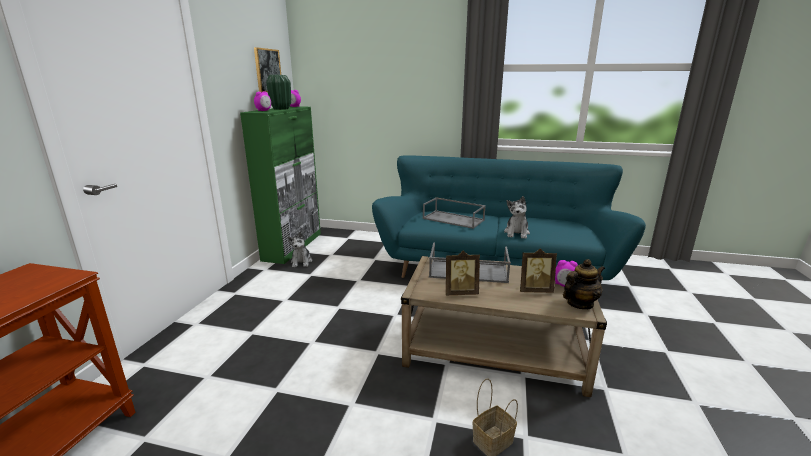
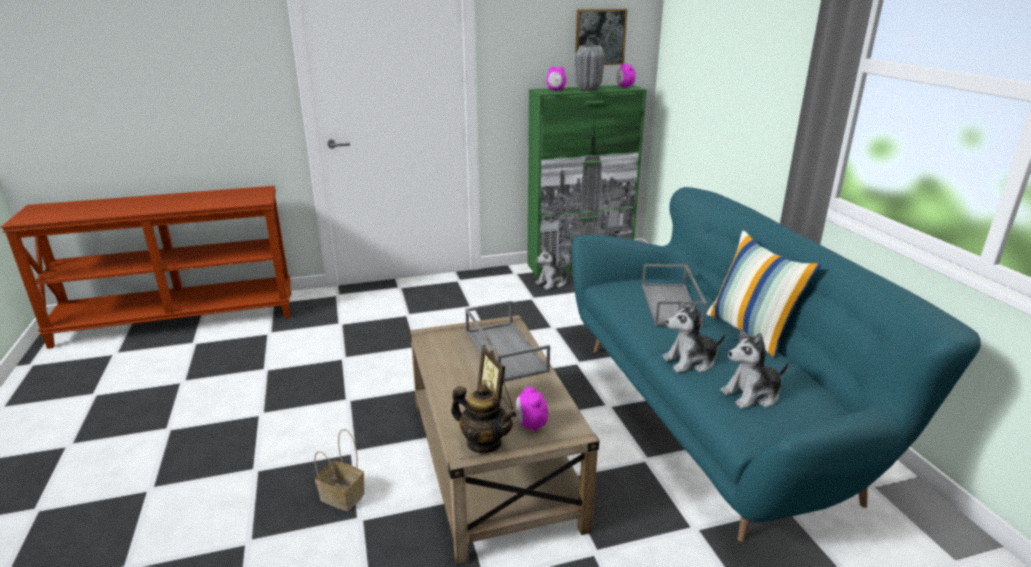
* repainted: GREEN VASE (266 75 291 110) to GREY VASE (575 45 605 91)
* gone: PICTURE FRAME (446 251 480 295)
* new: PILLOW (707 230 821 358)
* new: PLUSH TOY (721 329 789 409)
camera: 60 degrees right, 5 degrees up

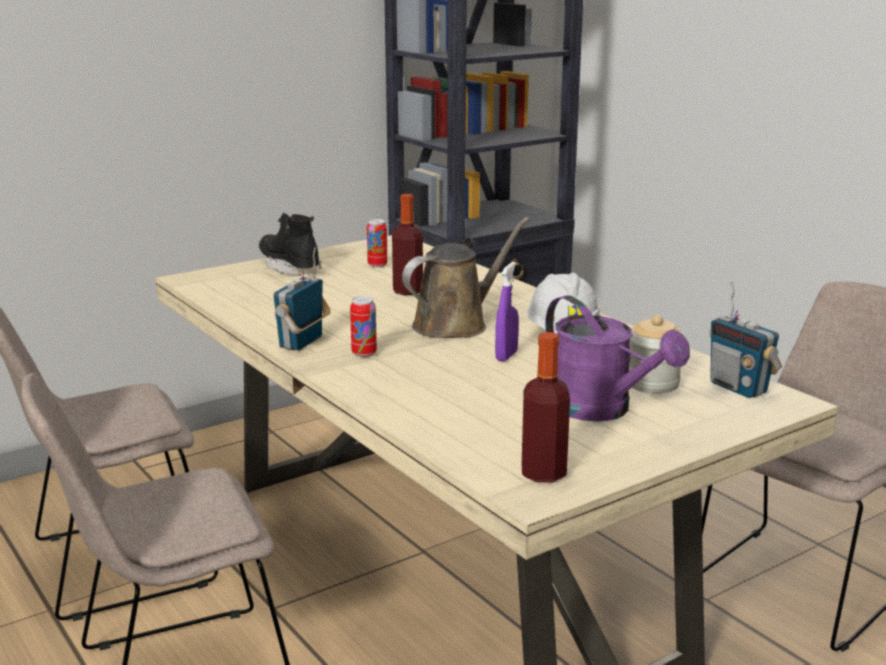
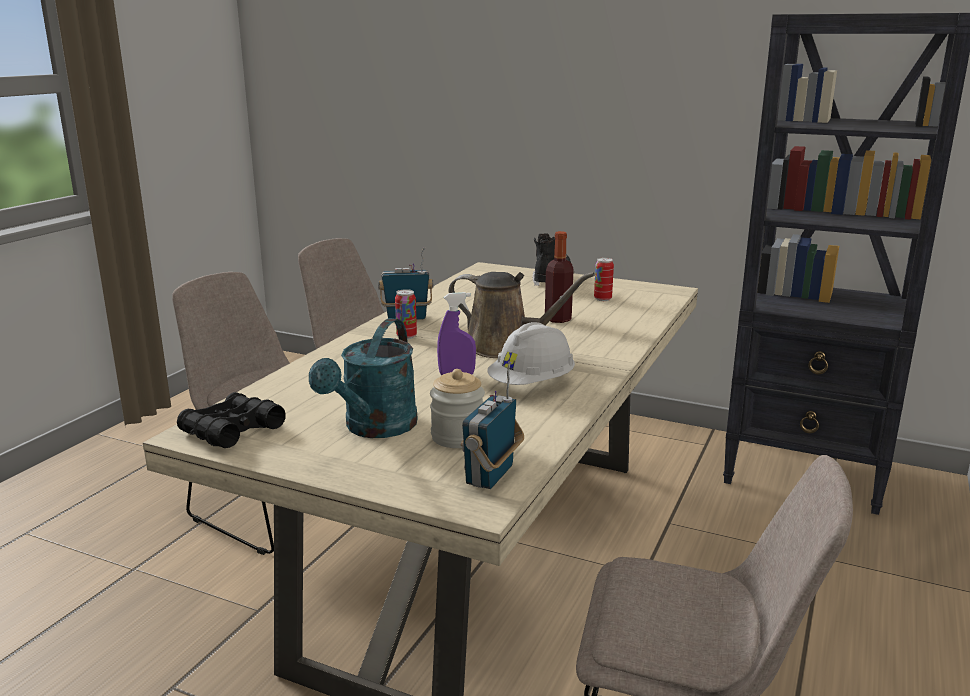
* repainted: PURPLE WATERING CAN (545 295 690 421) to TURQUOISE WATERING CAN (309 318 418 438)
* swapped: BOTTLE (521 332 570 482) to BLACK BINOCULARS (177 392 286 448)
camera: 60 degrees right, 0 degrees up

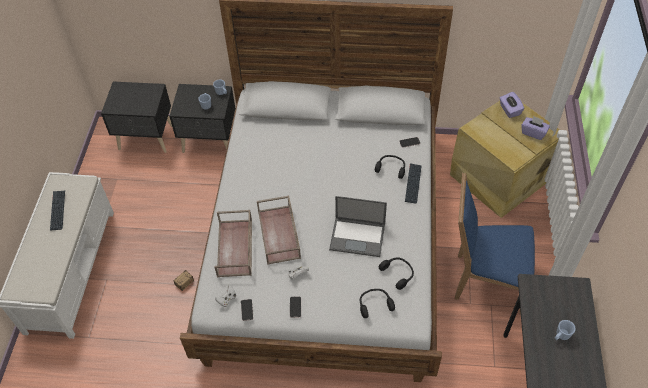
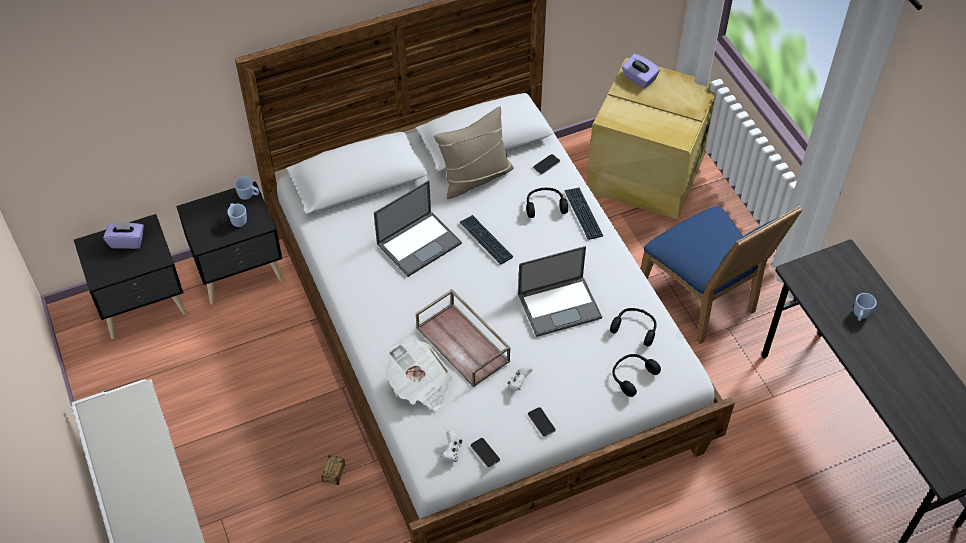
* shifted: PURPLE TISSUE BOX (522 116 550 140) to (103 221 144 249)
* rotated: BLUE CHAIR (455 172 535 315) = (640 206 803 344) 105 degrees counterclockwise
* shifted: KEYBOARD (50 190 65 231) to (460 215 513 265)
* swapped: BROWN TRAY (215 210 252 277) to NEWSPAPER (385 340 452 411)
* new: BEIGE PILLOW (434 106 514 199)
* new: LAPTOP (374 180 462 277)
camera: 30 degrees left, 0 degrees up

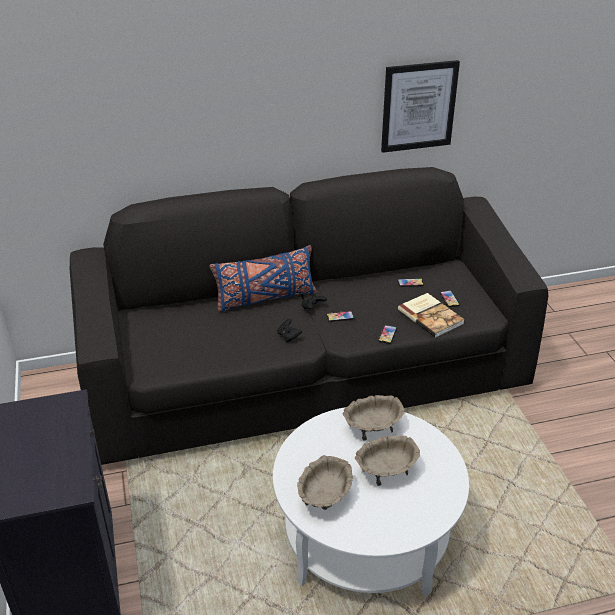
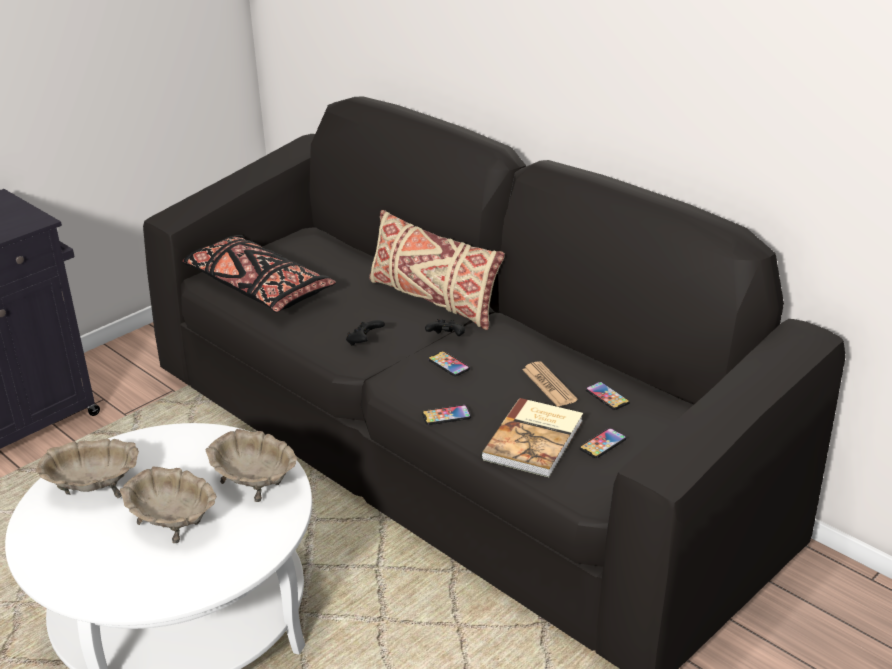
* gone: PICTURE (381 60 460 153)
* repainted: BLUE PILLOW (209 245 317 312) to BEIGE PILLOW (369 210 505 330)
* new: BLACK PILLOW (183 235 336 313)
* new: NEWSPAPER (522 361 578 407)
camera: 60 degrees right, 5 degrees down

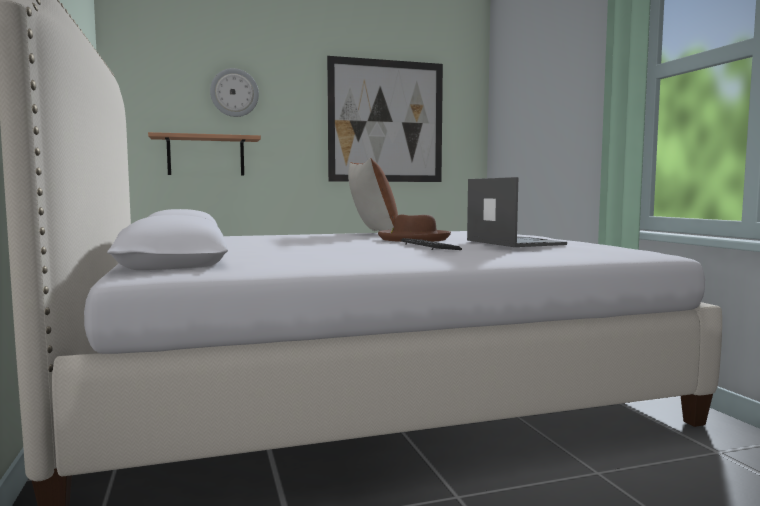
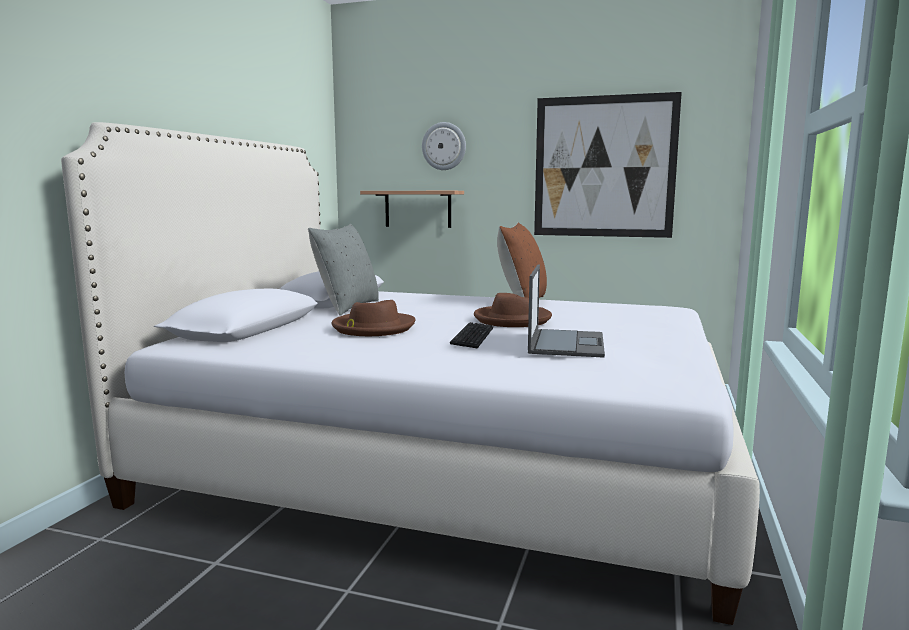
* new: GREY PILLOW (308 224 379 316)
* new: BROWN HAT (332 300 416 336)
camera: 35 degrees right, 5 degrees up

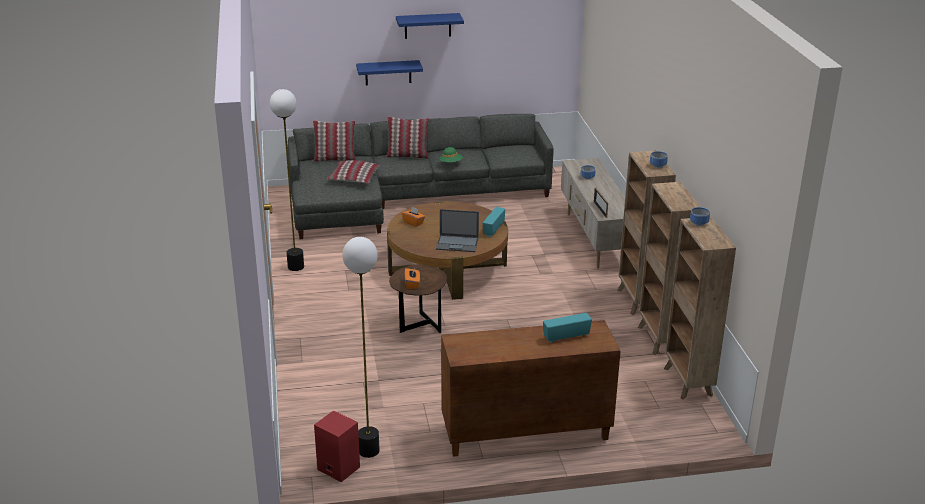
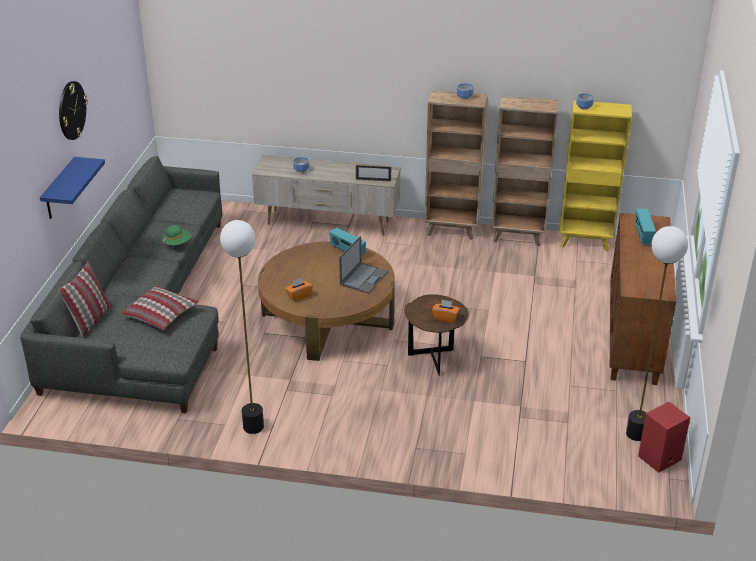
* swapped: BLUE SHELF (396 13 464 39) to WALL CLOCK (59 81 88 140)
* gone: PILLOW (386 117 429 159)
* repainted: BROWN BOOKCASE (664 217 736 400) to YELLOW BOOKCASE (560 100 632 252)
camera: 70 degrees left, 5 degrees up

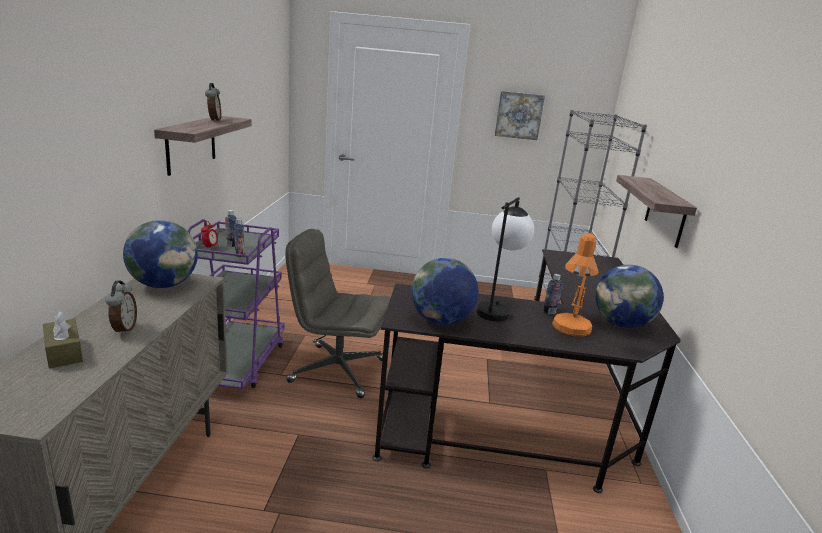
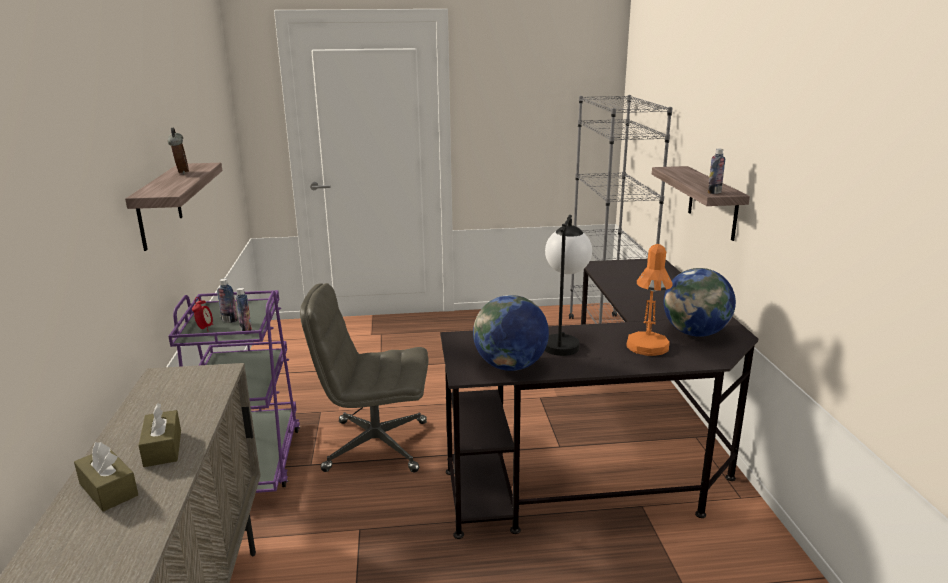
* gone: PICTURE (495 91 545 140)
* gone: GLOBE (123 220 198 288)
* shifted: BOTTLE (543 274 563 314) to (708 149 725 194)
* swapped: ALARM CLOCK (106 280 137 336) to BROWN TISSUE BOX (139 403 181 467)
camera: 10 degrees left, 0 degrees up

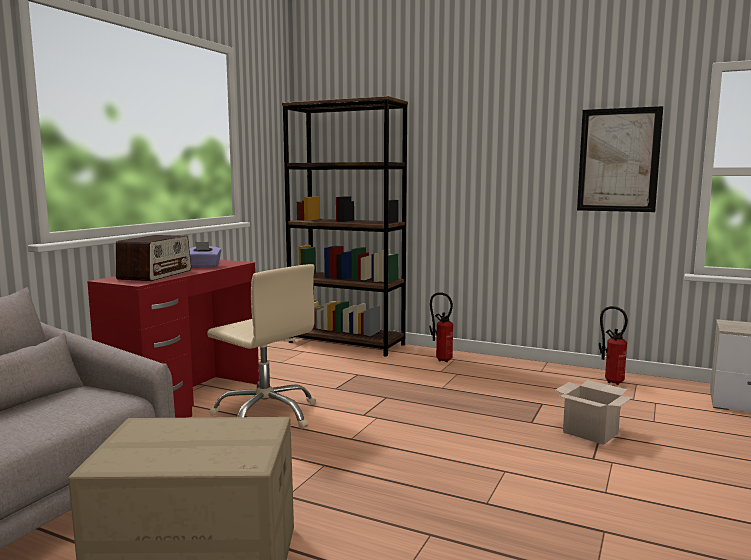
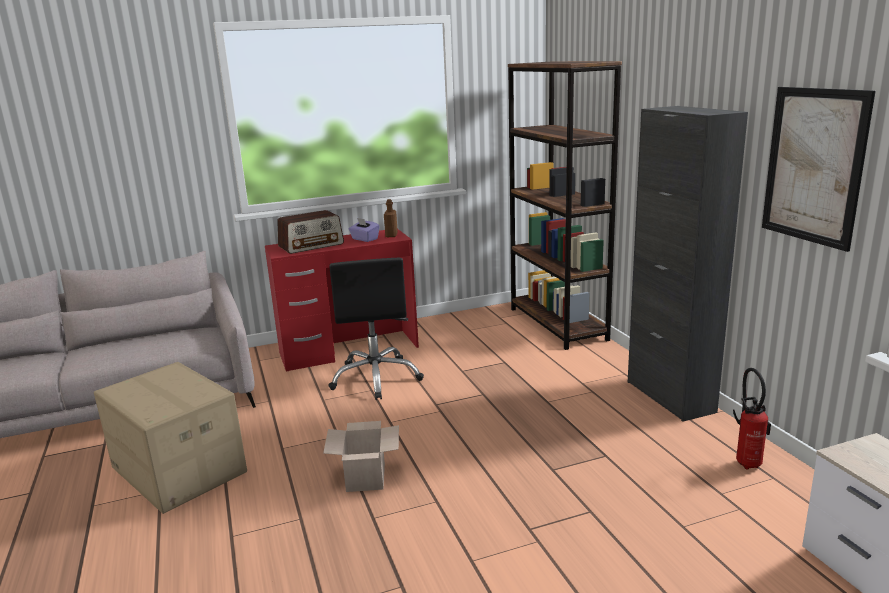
* repainted: BEIGE OFFICE CHAIR (207 264 316 429) to BLACK OFFICE CHAIR (328 258 424 400)
* gone: FIRE EXTINGUISHER (429 292 453 362)
* shifted: CARDBOARD BOX (555 380 633 445) to (323 421 399 492)
* new: BLACK CABINET (628 106 748 422)
* new: BROWN BOTTLE (384 199 398 237)
camera: 45 degrees right, 10 degrees up

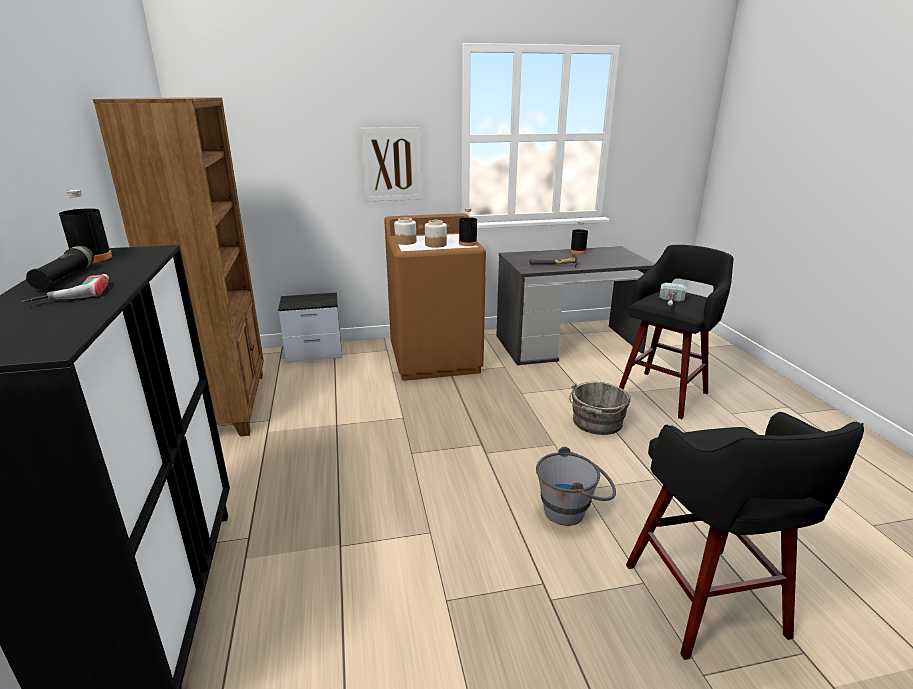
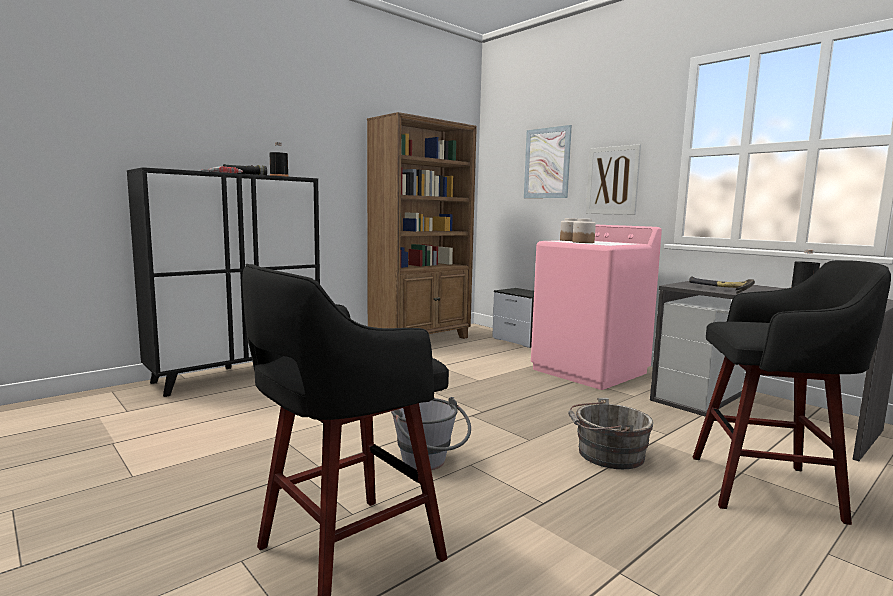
* gone: BLACK BOTTLE (459 208 477 246)
* repainted: BROWN WASHING MACHINE (384 213 486 381) to PINK WASHING MACHINE (531 225 662 390)
* gone: HAMMER (659 282 686 306)
* new: PICTURE (524 125 572 198)
camera: 60 degrees right, 15 degrees down

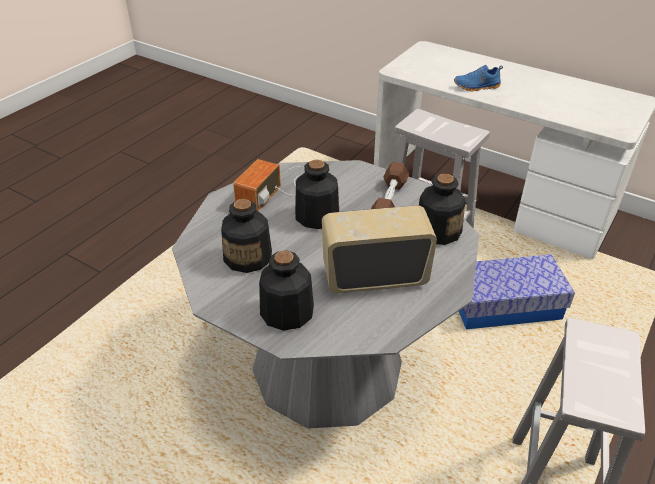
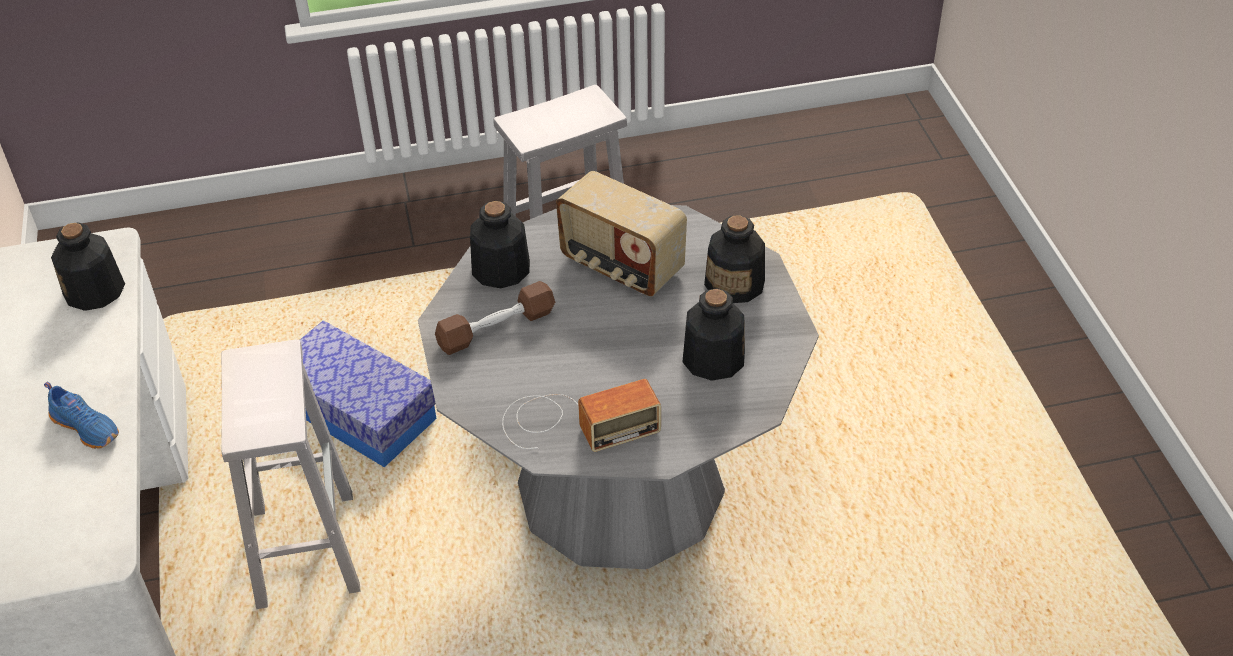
* shifted: BOTTLE (295 160 339 229) to (51 223 125 311)
camera: 135 degrees left, 5 degrees up

